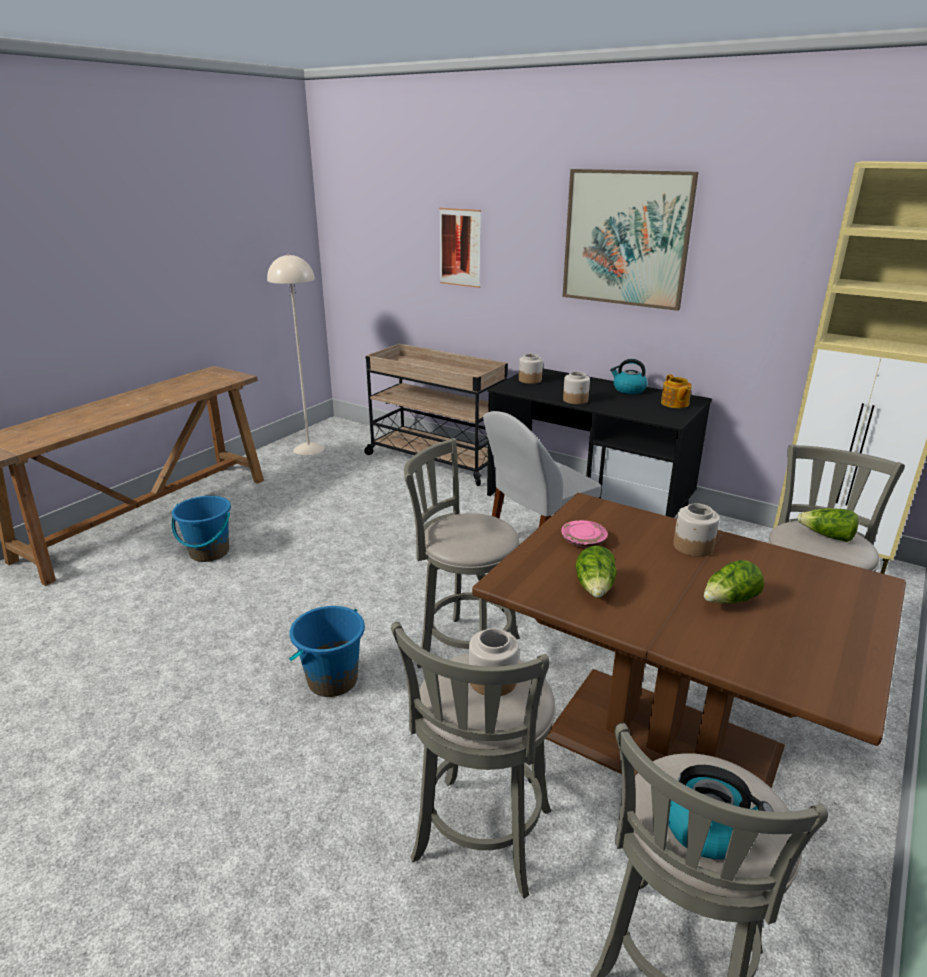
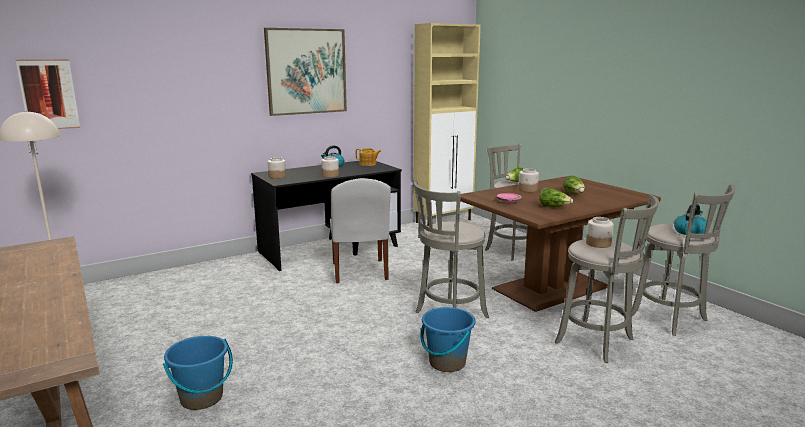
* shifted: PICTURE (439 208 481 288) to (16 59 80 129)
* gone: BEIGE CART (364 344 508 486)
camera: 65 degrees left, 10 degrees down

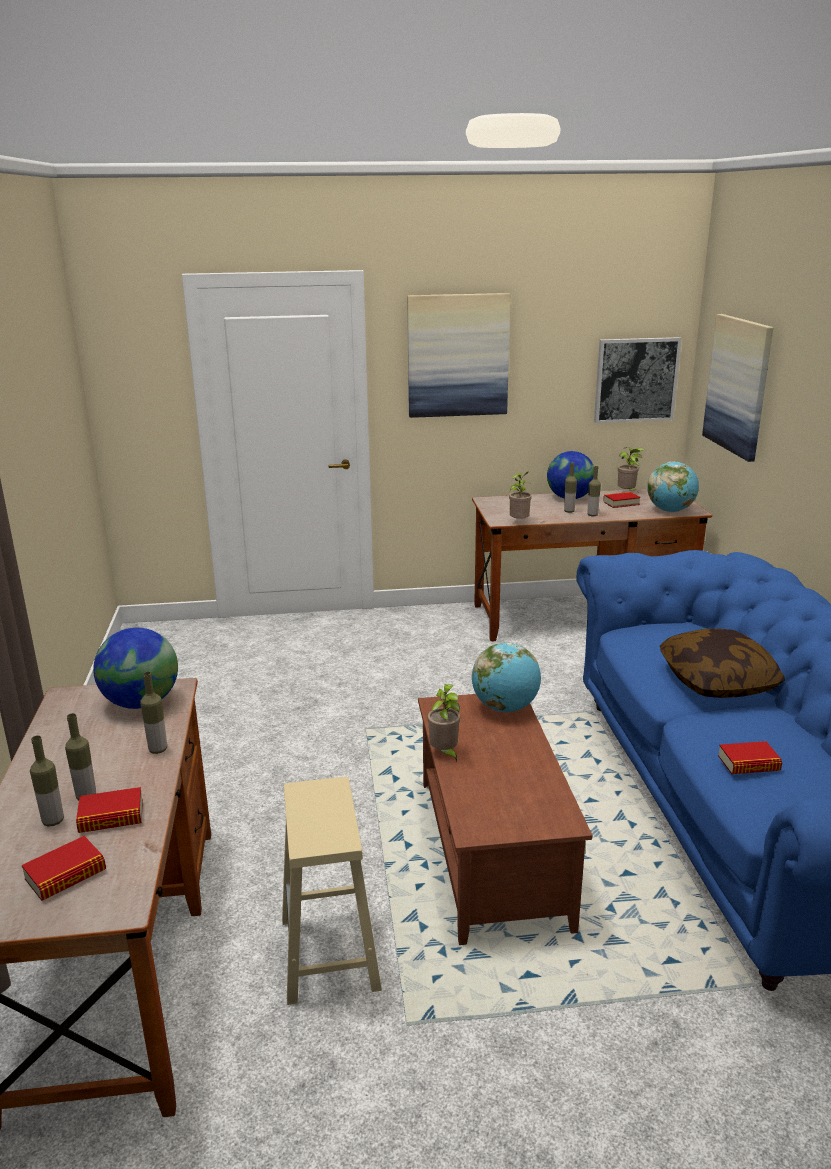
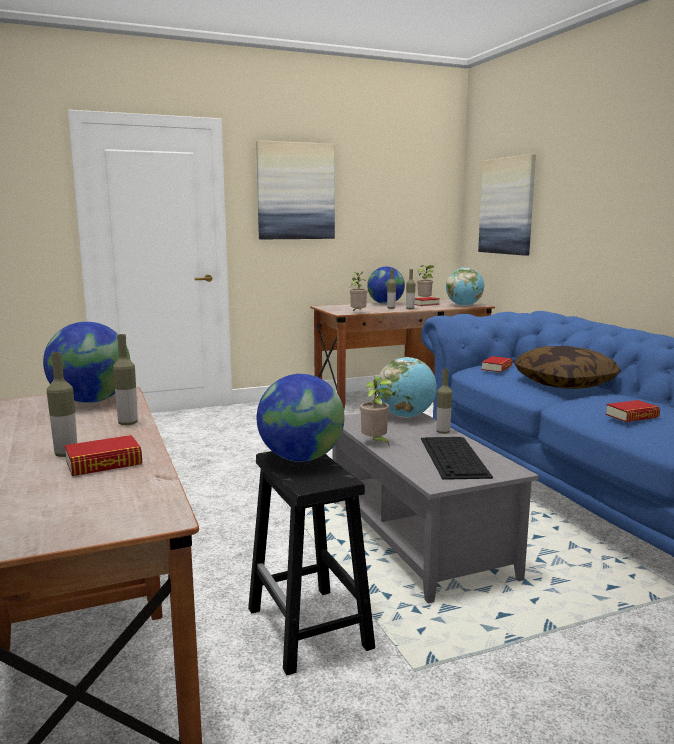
* gone: PICTURE (594 337 682 423)
* repainted: BROWN COFFEE TABLE (418 694 593 945) to GREY COFFEE TABLE (333 411 538 603)
* shifted: BOTTLE (30 735 64 827) to (437 369 452 434)
* repainted: BEIGE STOOL (282 777 382 1005) to BLACK STOOL (248 451 375 675)
* shifted: BOOK (22 836 106 901) to (481 356 513 372)
* new: GLOBE (257 374 345 462)
* new: KEYBOARD (421 437 493 480)
camera: 15 degrees left, 10 degrees down

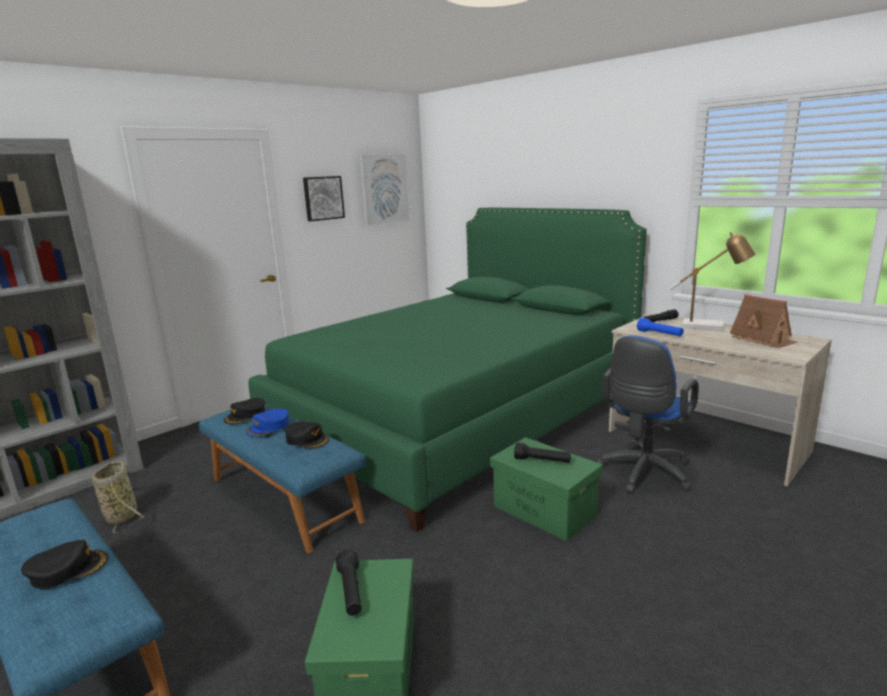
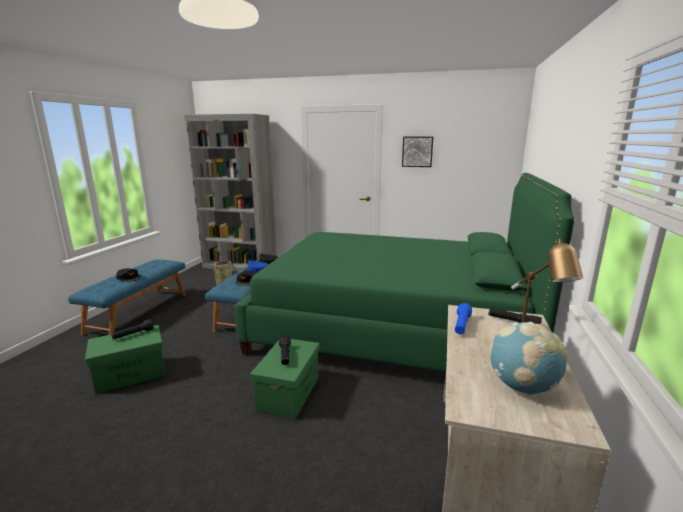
* gone: PICTURE (359 154 409 225)
* swapped: TOY HOUSE (730 294 797 348) to GLOBE (489 322 567 395)
* gone: BLUE OFFICE CHAIR (597 335 699 494)
camera: 60 degrees right, 0 degrees up

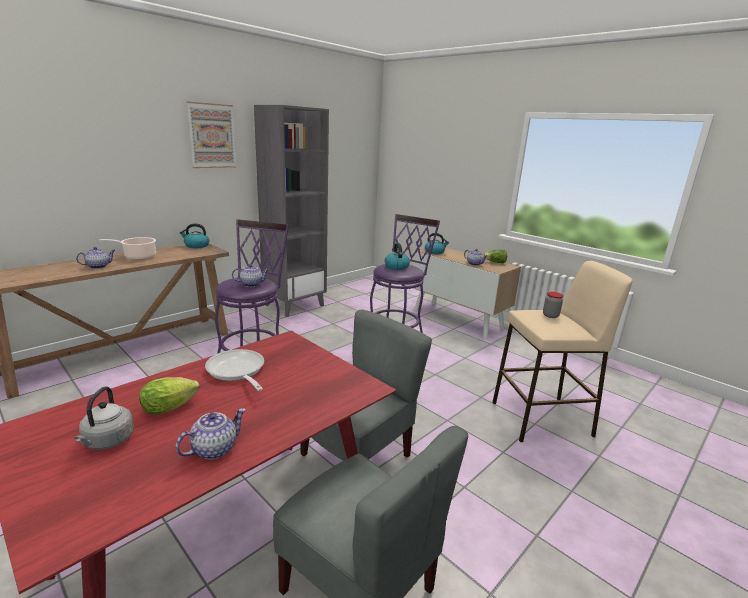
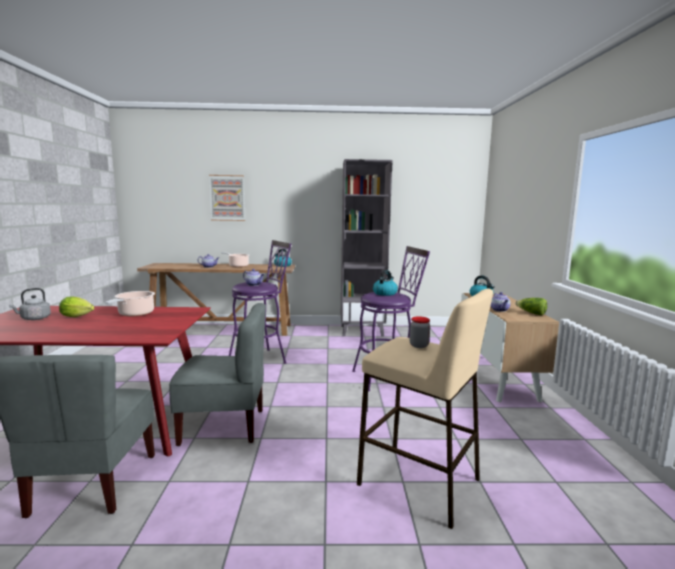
* shifted: PICTURE (187 101 236 168) to (209 175 245 221)
* swapped: FRYING PAN (205 349 264 391) to COOKING POT (105 291 155 316)
* gone: TEAPOT (175 408 246 460)
camera: 45 degrees right, 10 degrees down

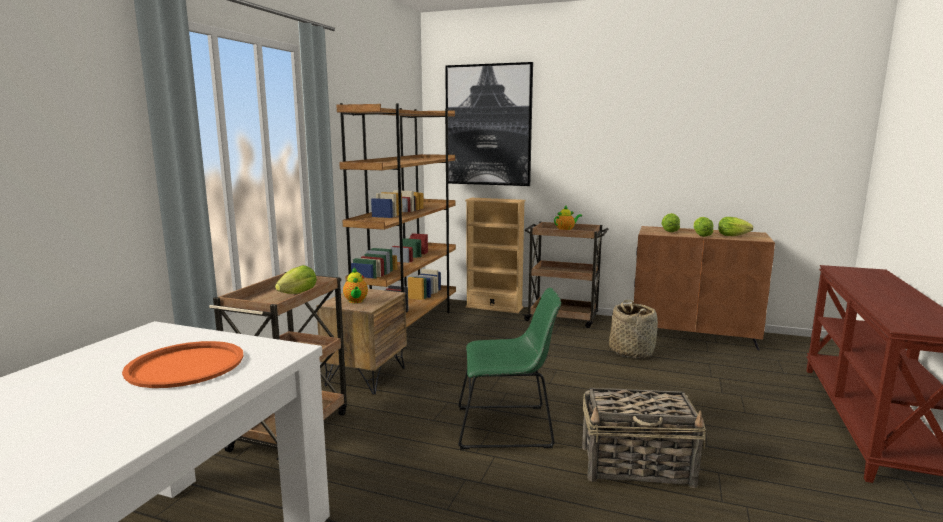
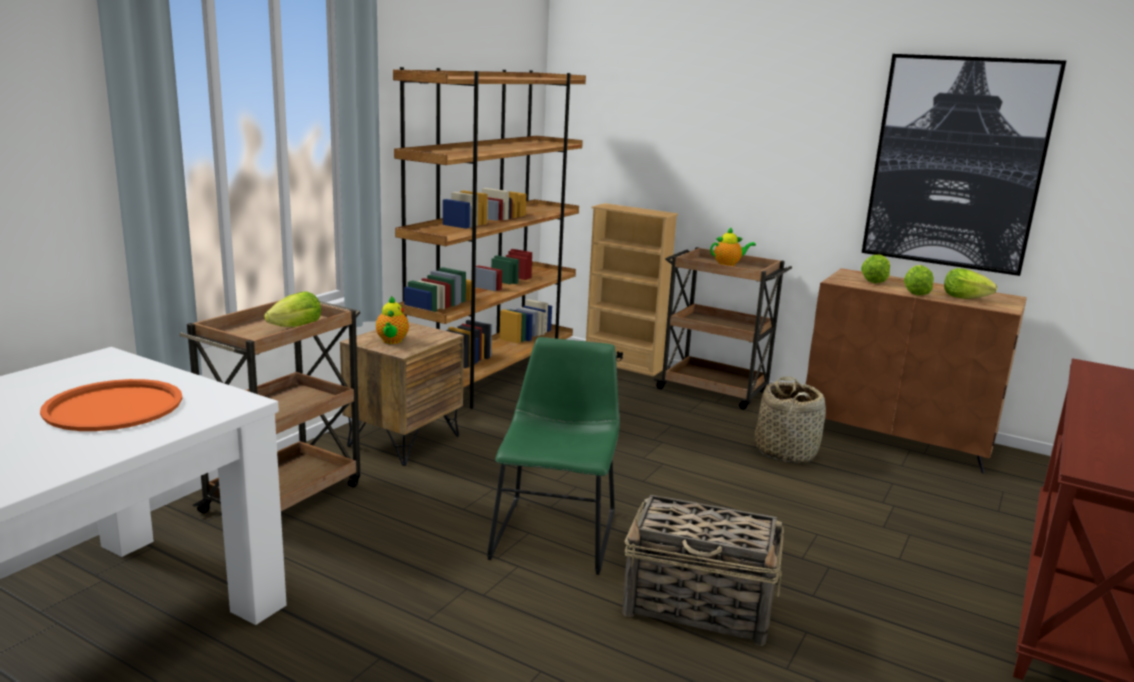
* shifted: PICTURE (445 62 533 186) to (862 54 1066 276)
* rotated: GREEN CHAIR (458 288 561 449) = (487 337 620 575) 90 degrees counterclockwise
camera: 10 degrees right, 5 degrees up

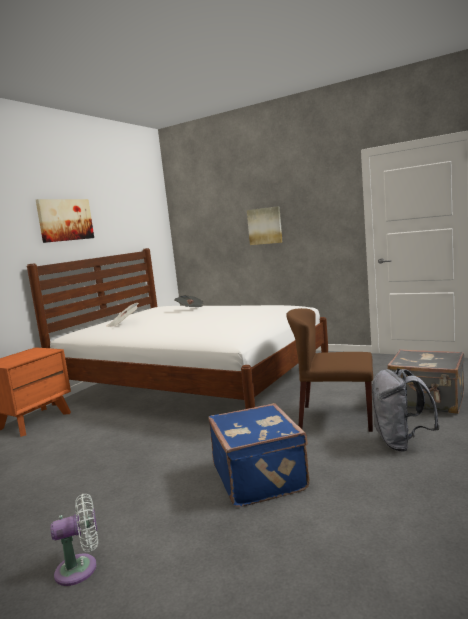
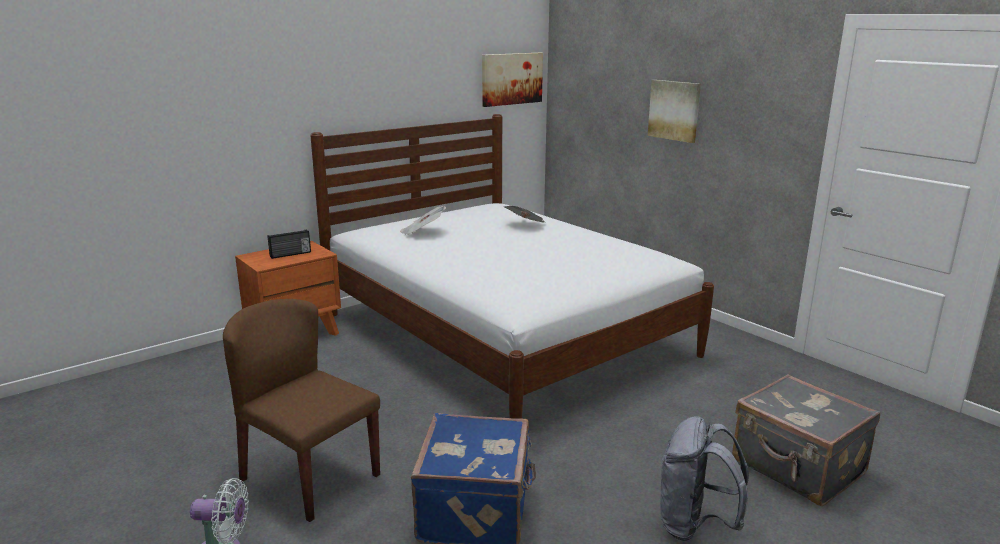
* shifted: PICTURE (36 199 94 243) to (482 53 543 107)
* shifted: BROWN CHAIR (286 308 373 432) to (223 299 380 522)
* new: RADIO (268 230 311 259)
camera: 20 degrees right, 10 degrees up

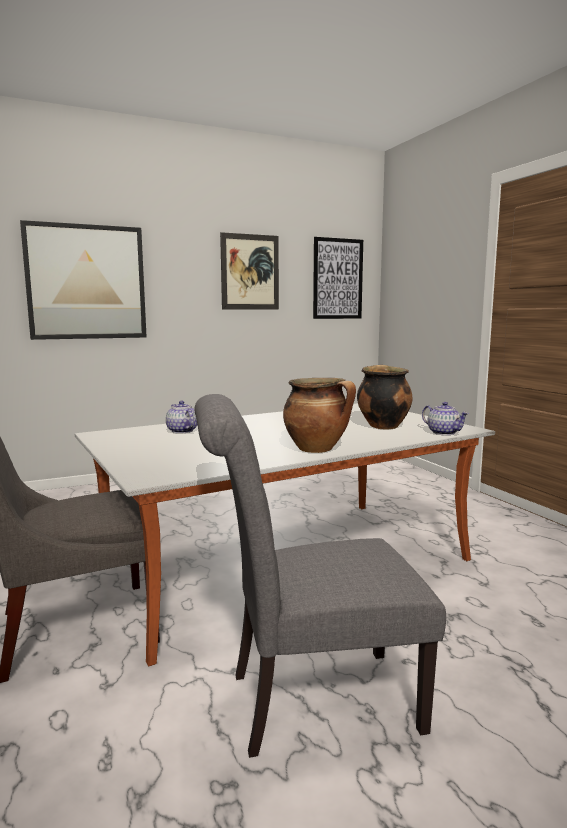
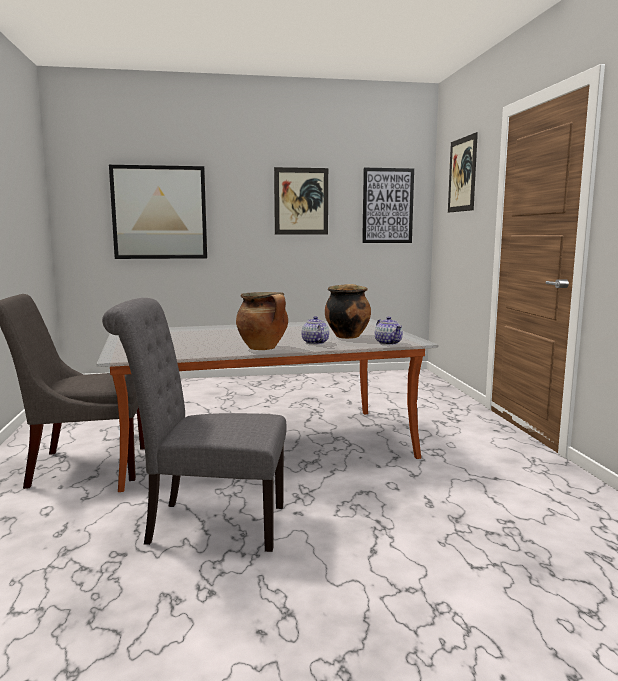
* shifted: TEAPOT (166 401 197 434) to (301 316 329 345)
* new: PICTURE (448 132 478 213)
camera: 15 degrees right, 0 degrees up

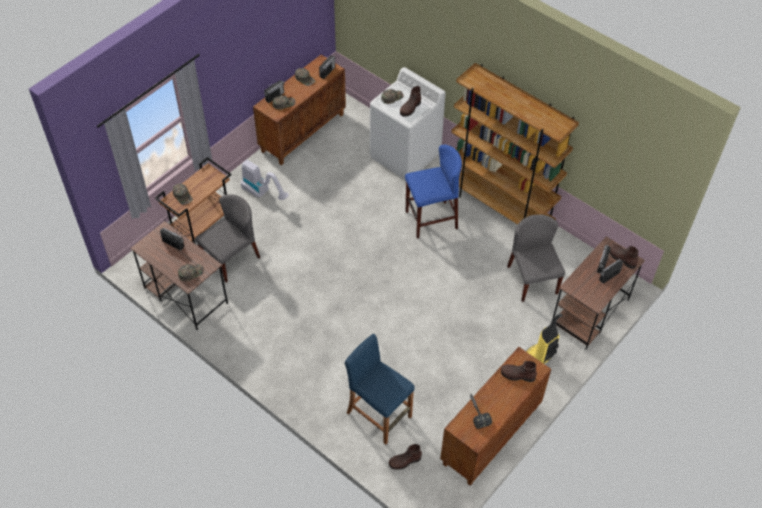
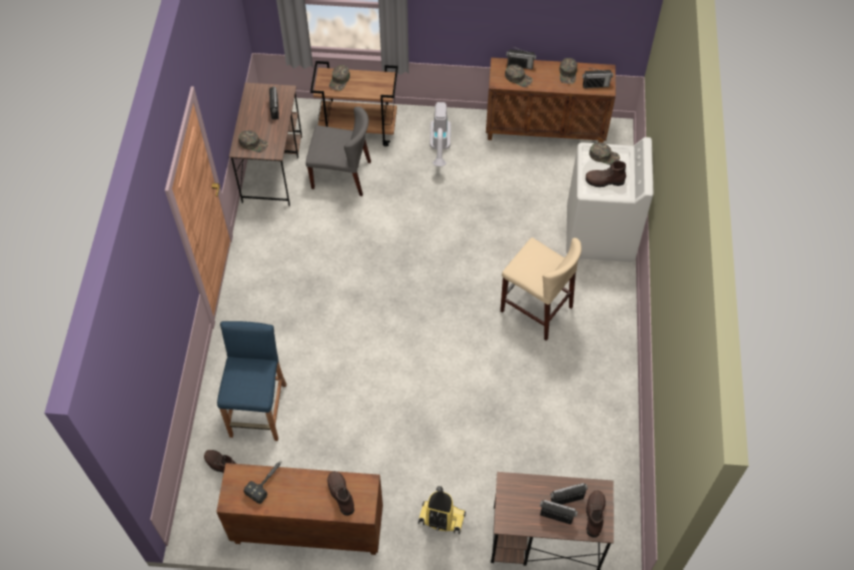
* gone: BROWN BOOKCASE (451 63 579 225)
* repainted: BLUE STOOL (405 145 462 239) to BEIGE STOOL (500 238 582 341)
* gone: GREY CHAIR (507 214 565 302)
camera: 55 degrees right, 5 degrees up

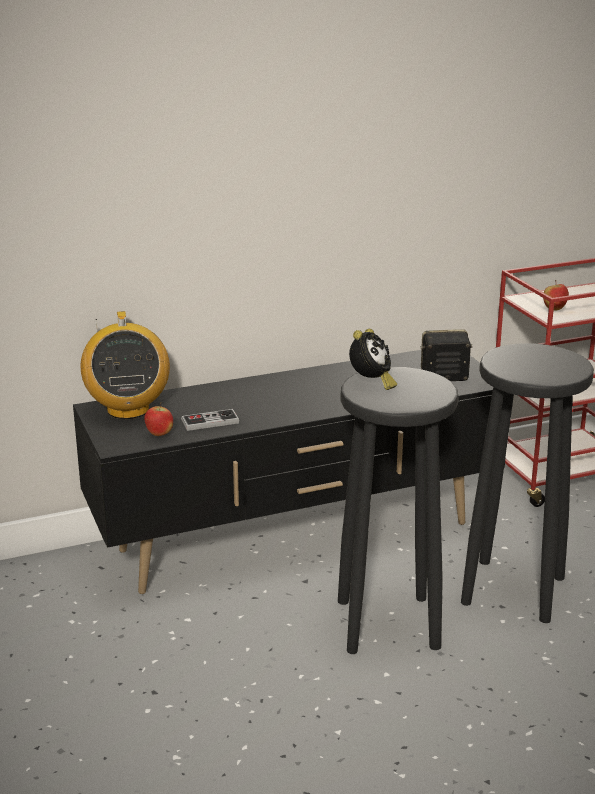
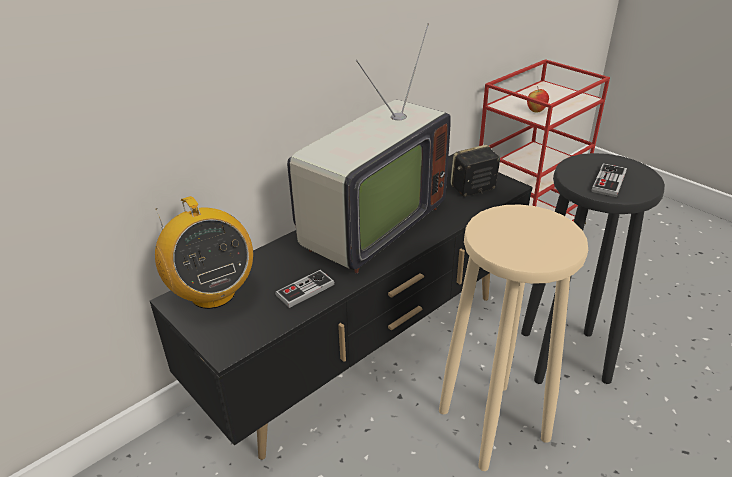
* gone: ALARM CLOCK (349 329 397 390)
* repainted: BLACK STOOL (338 367 459 654) to BEIGE STOOL (439 204 588 471)
* gone: APPLE (144 403 173 436)
* new: TELEVISION (287 23 451 273)
* new: GAME CONTROLLER (591 163 627 197)
camera: 20 degrees left, 10 degrees up

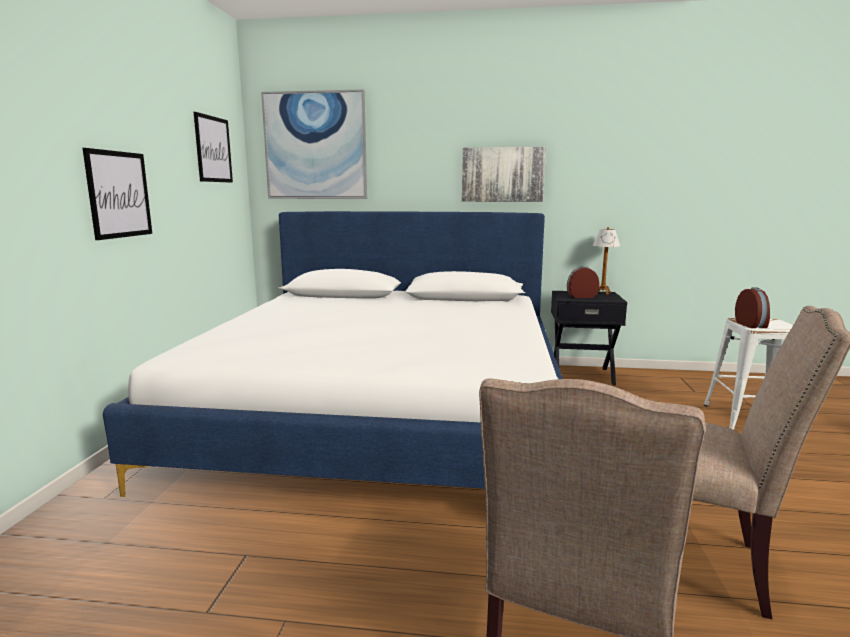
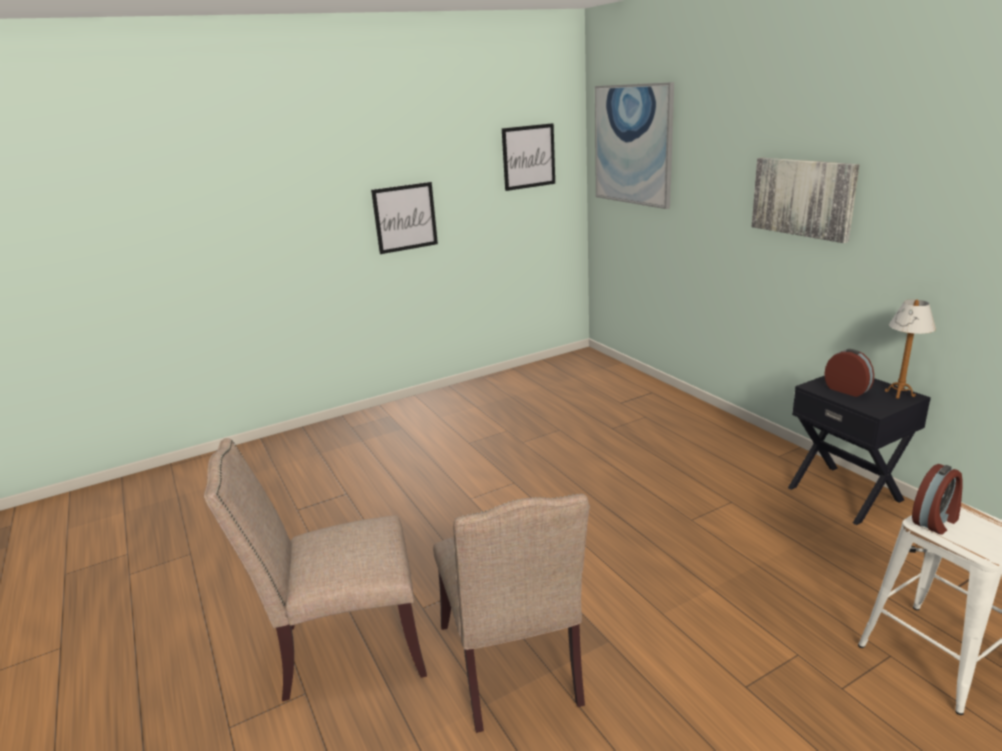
* gone: WHITE BED (103 211 563 497)
camera: 55 degrees right, 10 degrees up

